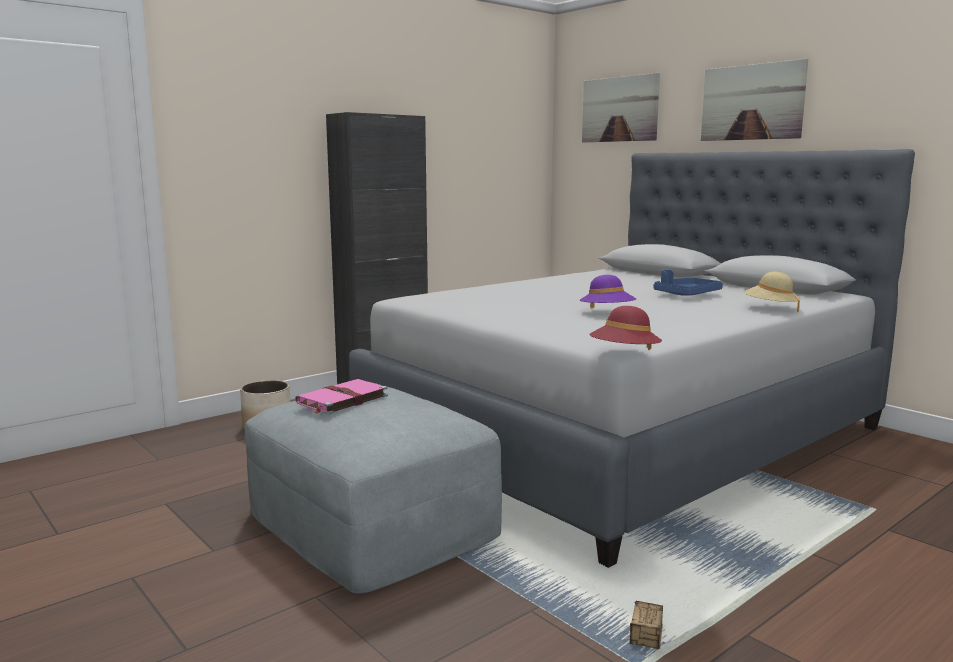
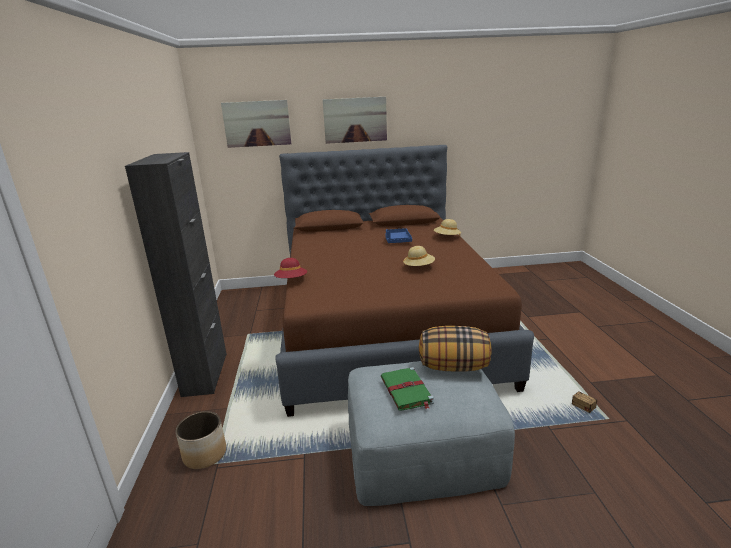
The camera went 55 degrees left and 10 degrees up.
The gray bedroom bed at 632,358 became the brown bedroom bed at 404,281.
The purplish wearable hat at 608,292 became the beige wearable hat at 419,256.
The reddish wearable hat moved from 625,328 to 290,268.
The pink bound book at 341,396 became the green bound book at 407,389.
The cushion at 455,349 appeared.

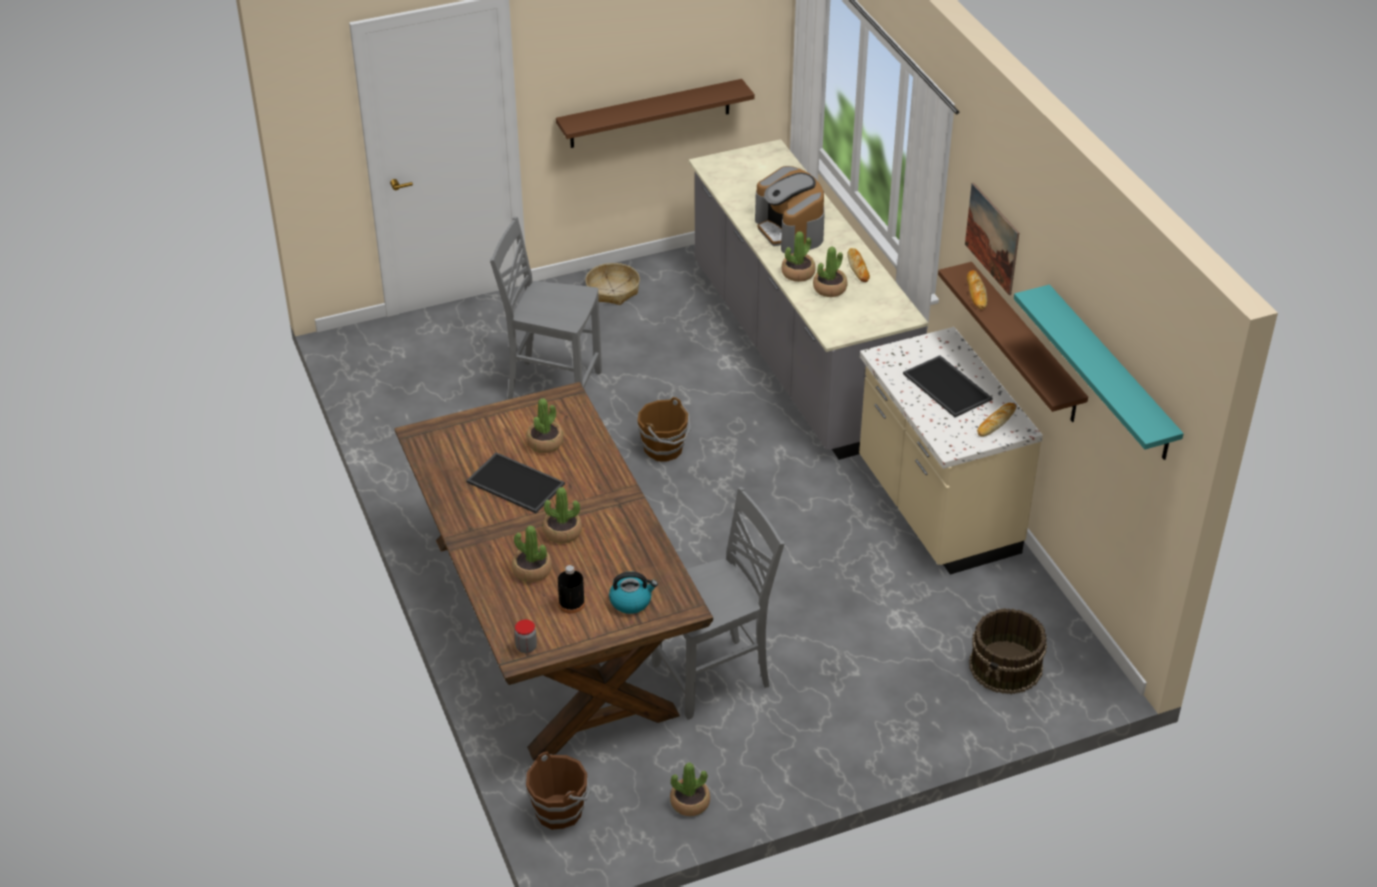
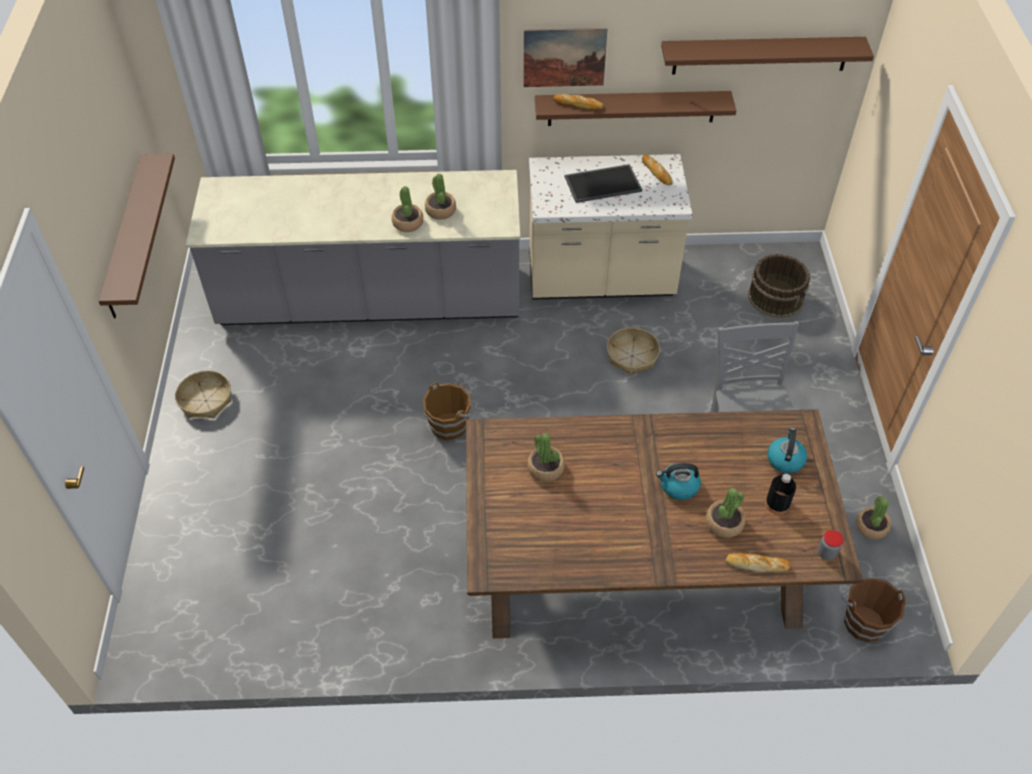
The camera went 70 degrees left and 10 degrees up.
The coffee brewer at 790,210 disappeared.
The gray plain chair at 546,308 disappeared.
The bread moved from 858,265 to 758,562.
The blue-green bracket shelf at 1099,372 became the brown bracket shelf at 767,56.
The tray at 515,482 disappeared.
The potted plant at 562,515 was replaced by the kettle at 678,481.
The household basket at 633,351 appeared.

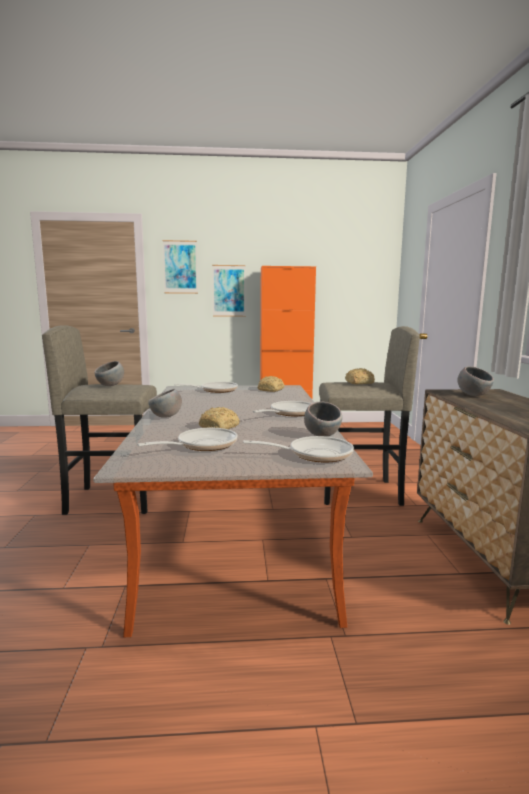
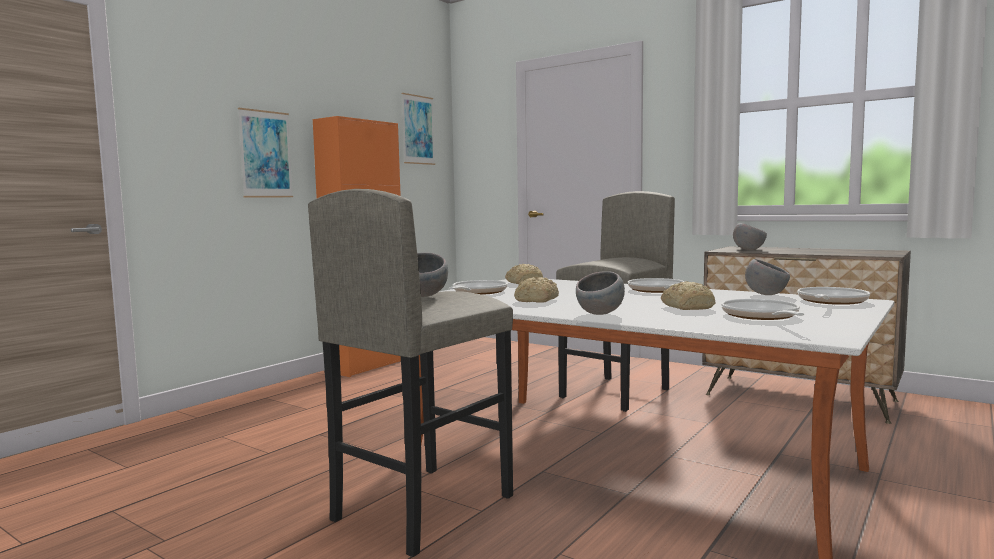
The camera went 50 degrees left and 5 degrees down.
The picture moved from 180,267 to 418,129.
The bread moved from 360,376 to 536,290.

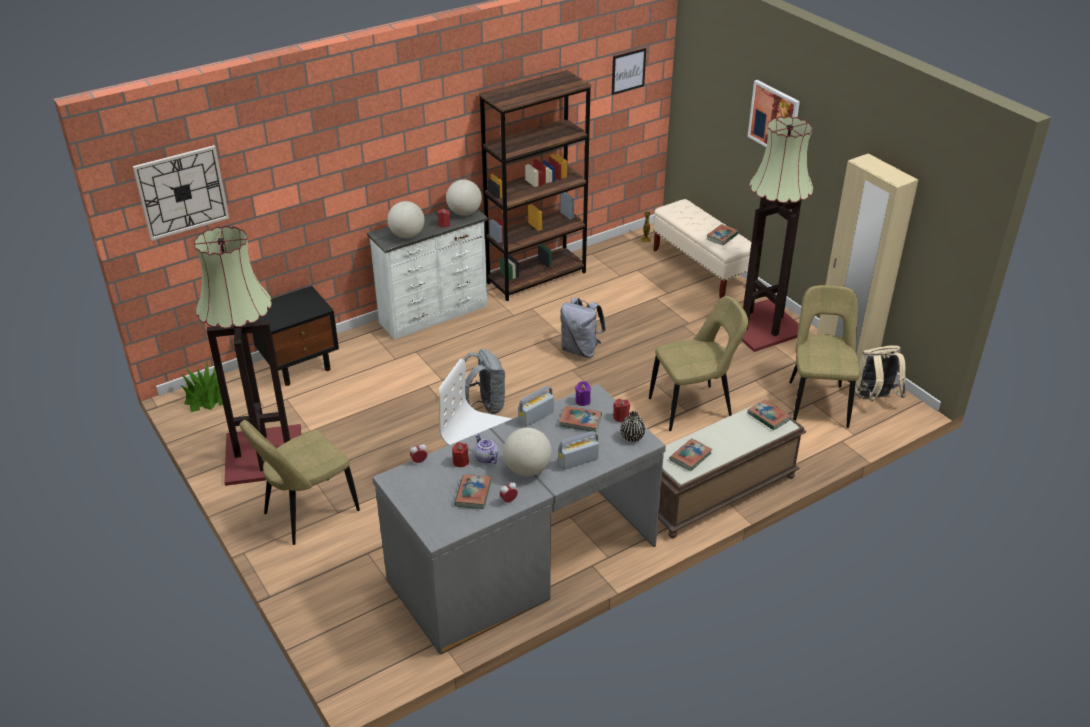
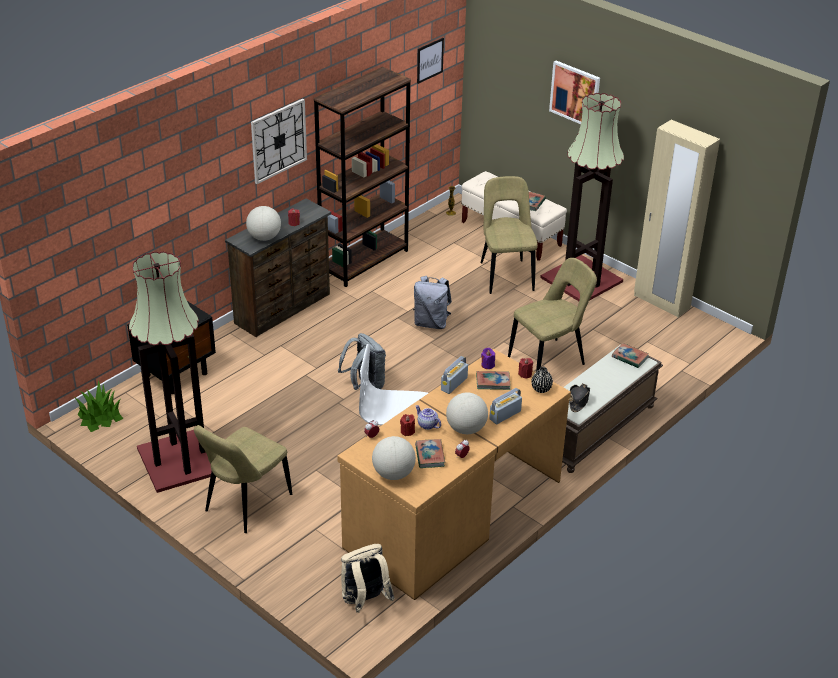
The camera went 15 degrees left and 0 degrees up.
The wall clock moved from 181,193 to 279,141.
The world globe moved from 464,198 to 394,458.
The whitish drawer chest at 427,273 became the brown drawer chest at 278,267.
The beige plain chair moved from 824,356 to 509,235.
The beige rucksack moved from 880,373 to 368,578.
The gray desk unit at 519,519 became the brown desk unit at 454,474.
The bound book at 690,454 was replaced by the black-coloured wearable hat at 579,398.

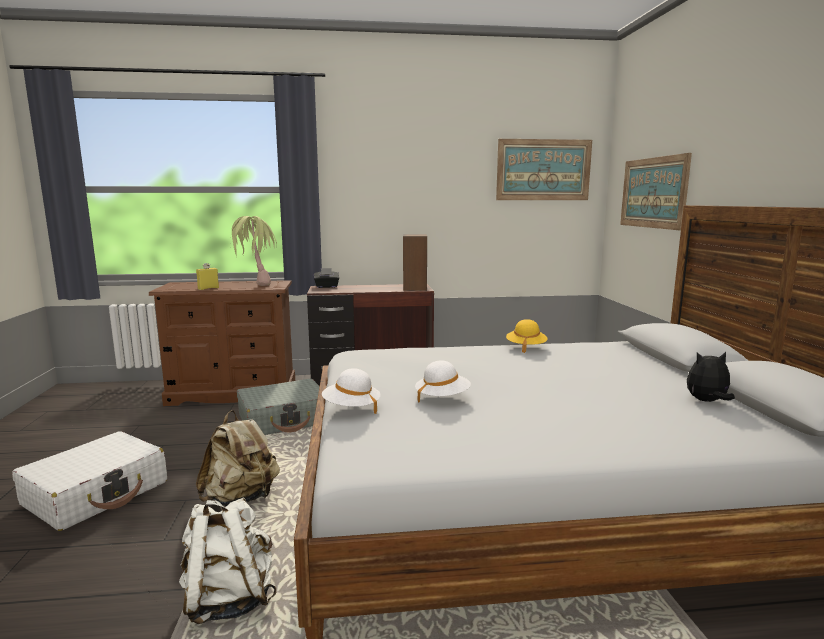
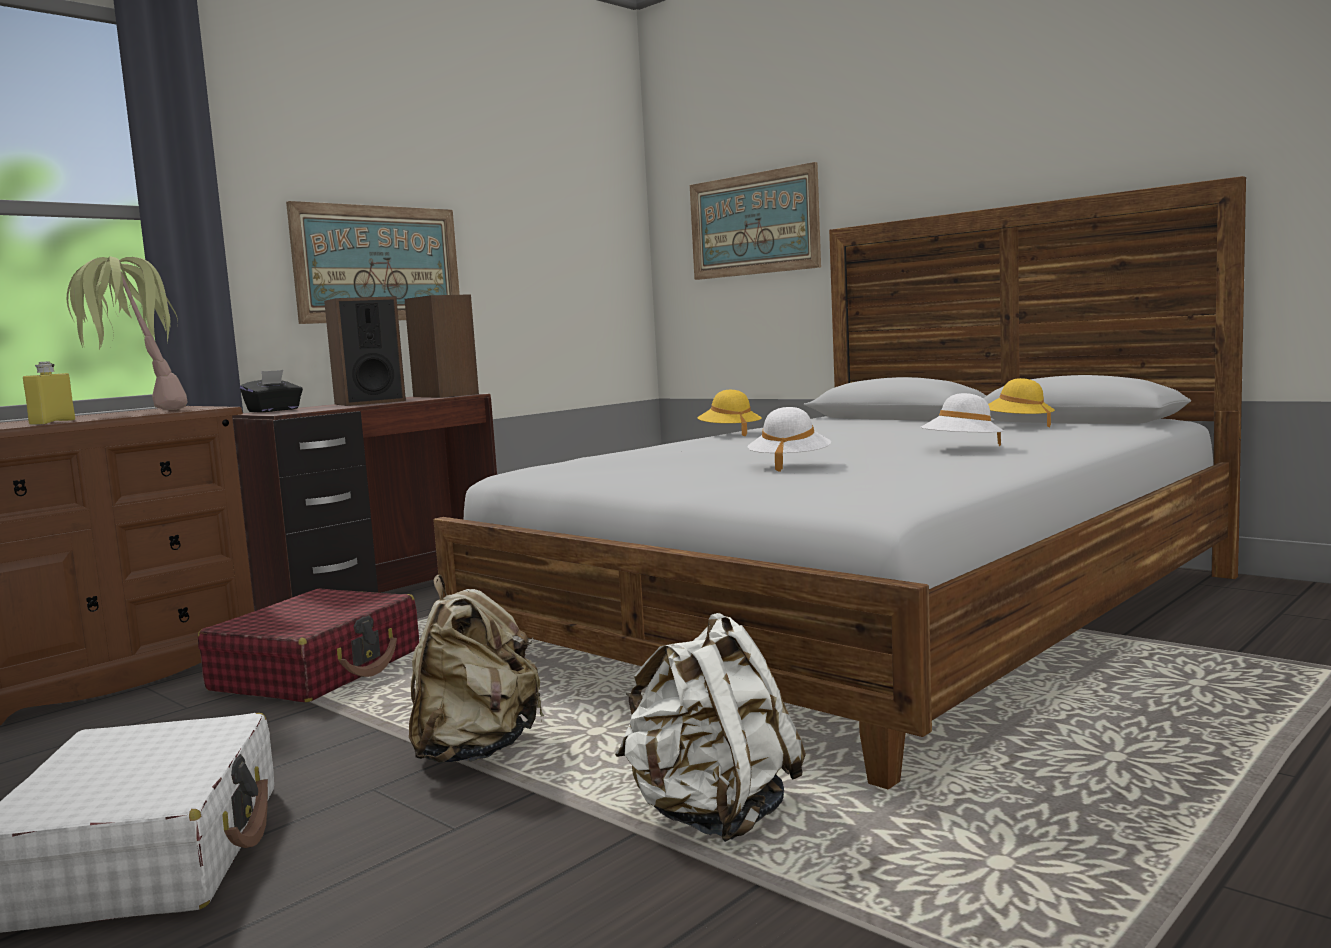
The camera went 40 degrees left and 5 degrees down.
The picture moved from 544,169 to 373,262.
The soft toy at 711,377 was replaced by the yellow-coloured wearable hat at 1021,402.
The whitish wearable hat moved from 351,391 to 962,419.
The gray travel case at 278,407 became the reddish travel case at 308,645.
The audio speaker at 365,351 appeared.

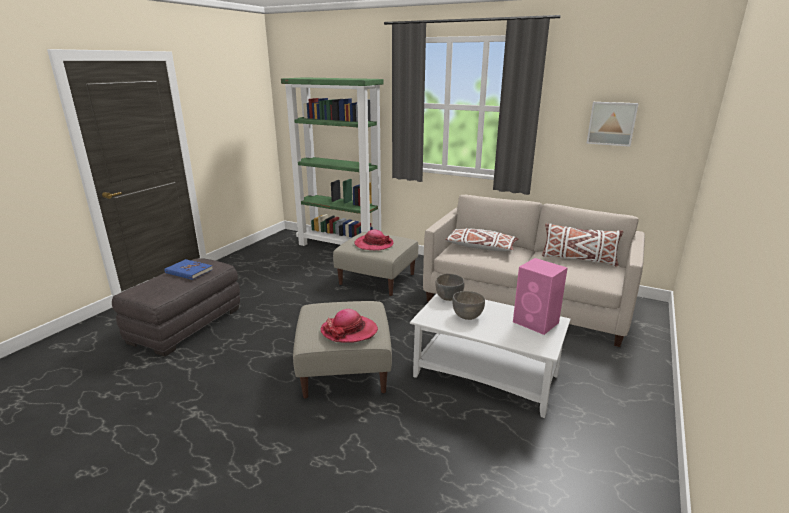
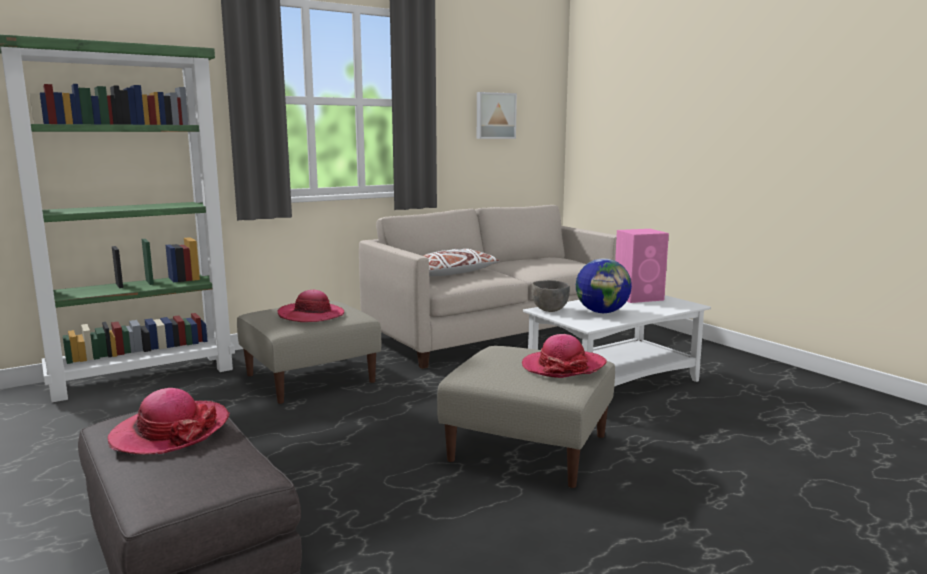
The camera went 60 degrees left and 10 degrees down.
The whitish cushion at 582,245 disappeared.
The blue-coloured bound book at 188,269 was replaced by the wearable hat at 169,421.
The gray deep dish at 468,305 was replaced by the world globe at 604,285.

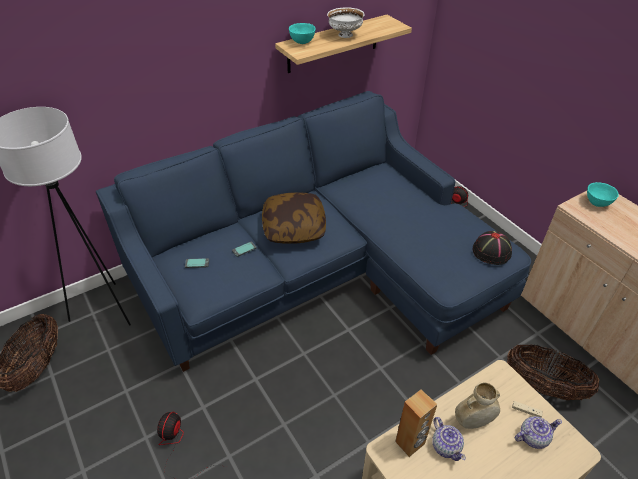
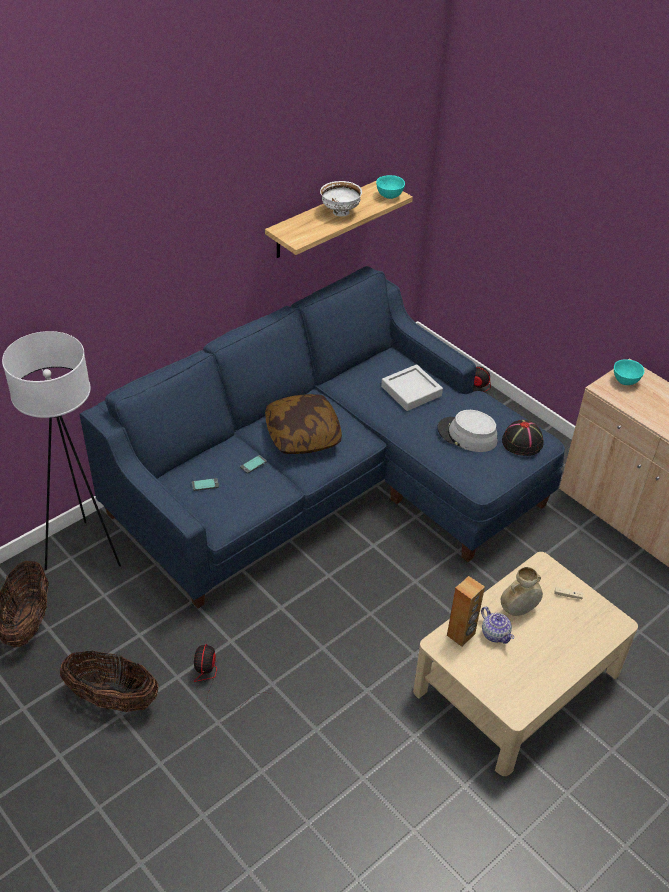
The camera went 10 degrees left and 0 degrees up.
The blue-green deep dish moved from 302,33 to 390,187.
The household basket moved from 553,372 to 109,681.
The tea pot at 538,432 disappeared.
The gray tray at 412,387 appeared.
The gray wearable hat at 468,431 appeared.

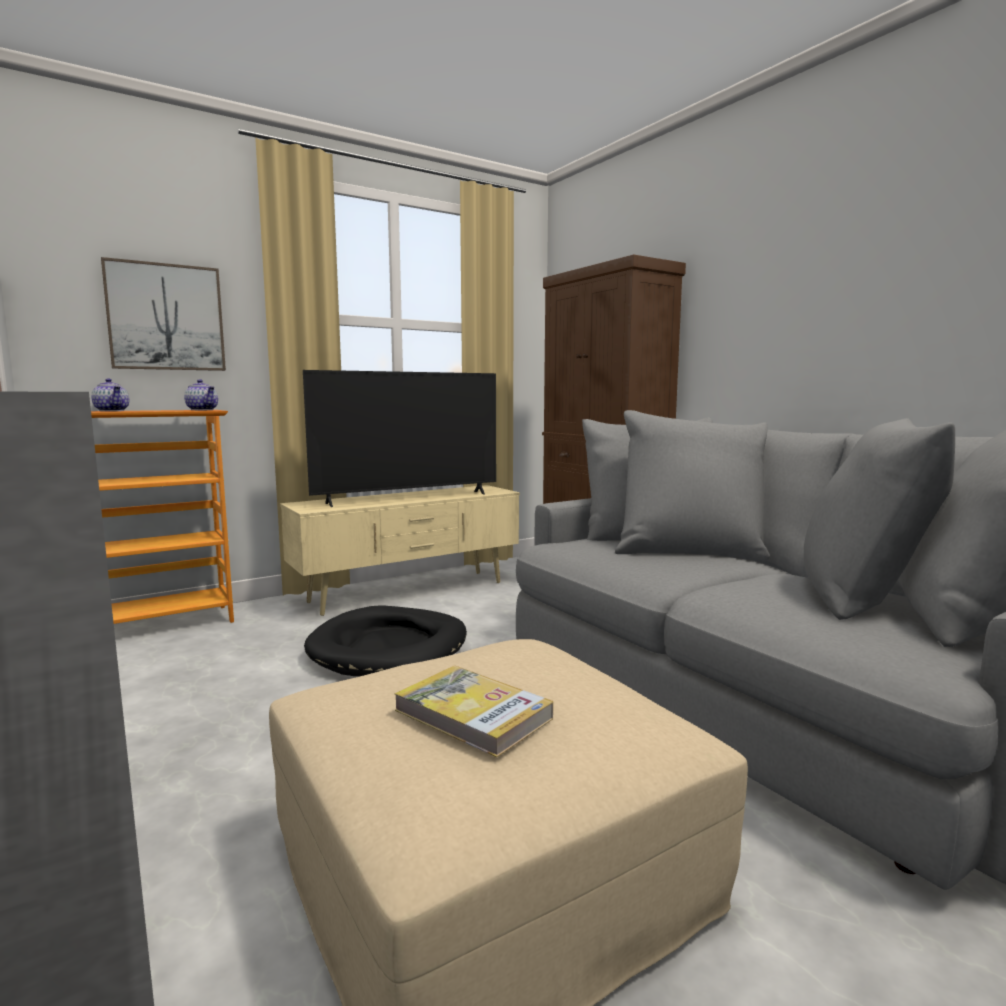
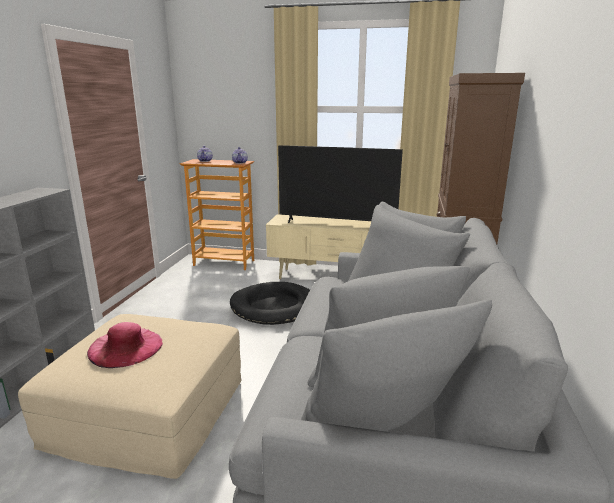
The camera went 45 degrees right and 10 degrees up.
The picture at 163,314 disappeared.
The bound book at 473,711 was replaced by the pink wearable hat at 125,345.

